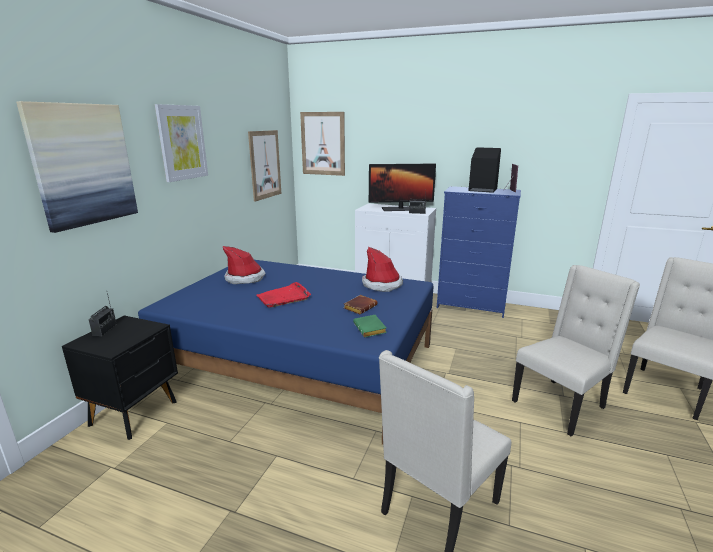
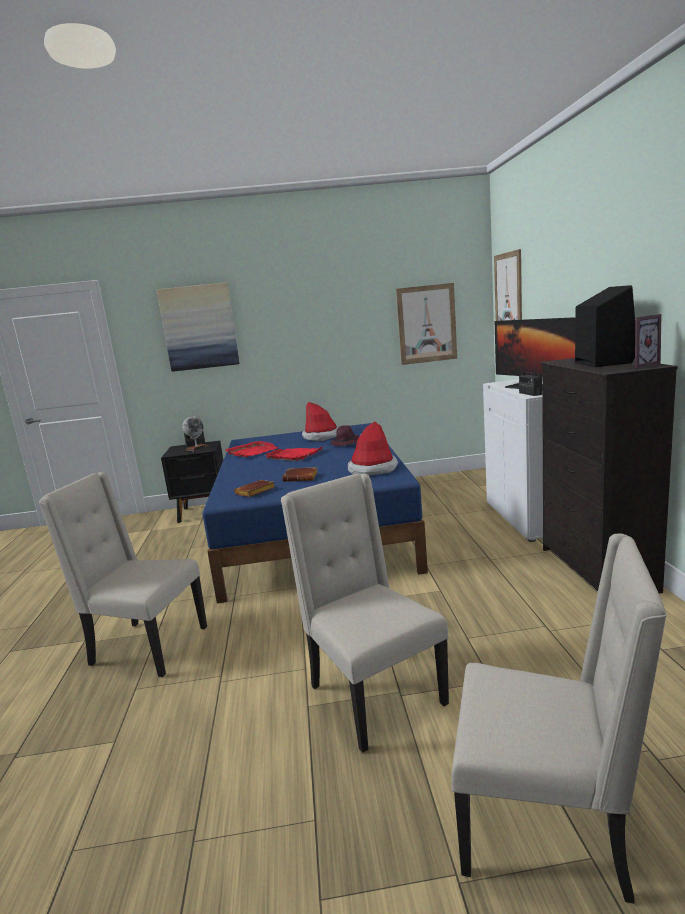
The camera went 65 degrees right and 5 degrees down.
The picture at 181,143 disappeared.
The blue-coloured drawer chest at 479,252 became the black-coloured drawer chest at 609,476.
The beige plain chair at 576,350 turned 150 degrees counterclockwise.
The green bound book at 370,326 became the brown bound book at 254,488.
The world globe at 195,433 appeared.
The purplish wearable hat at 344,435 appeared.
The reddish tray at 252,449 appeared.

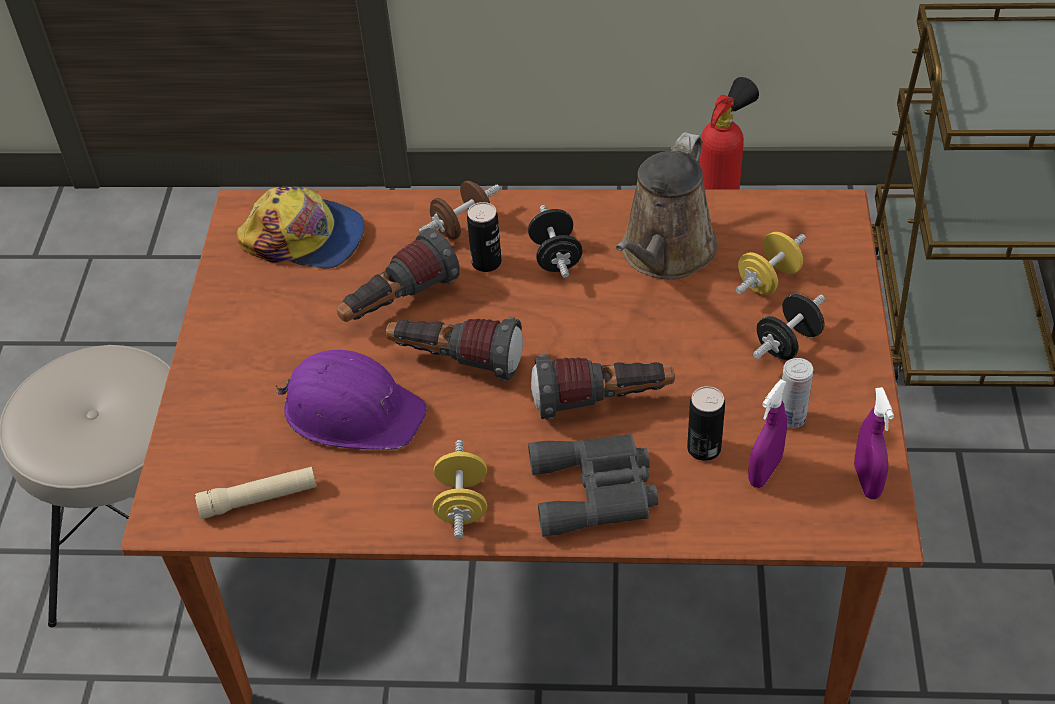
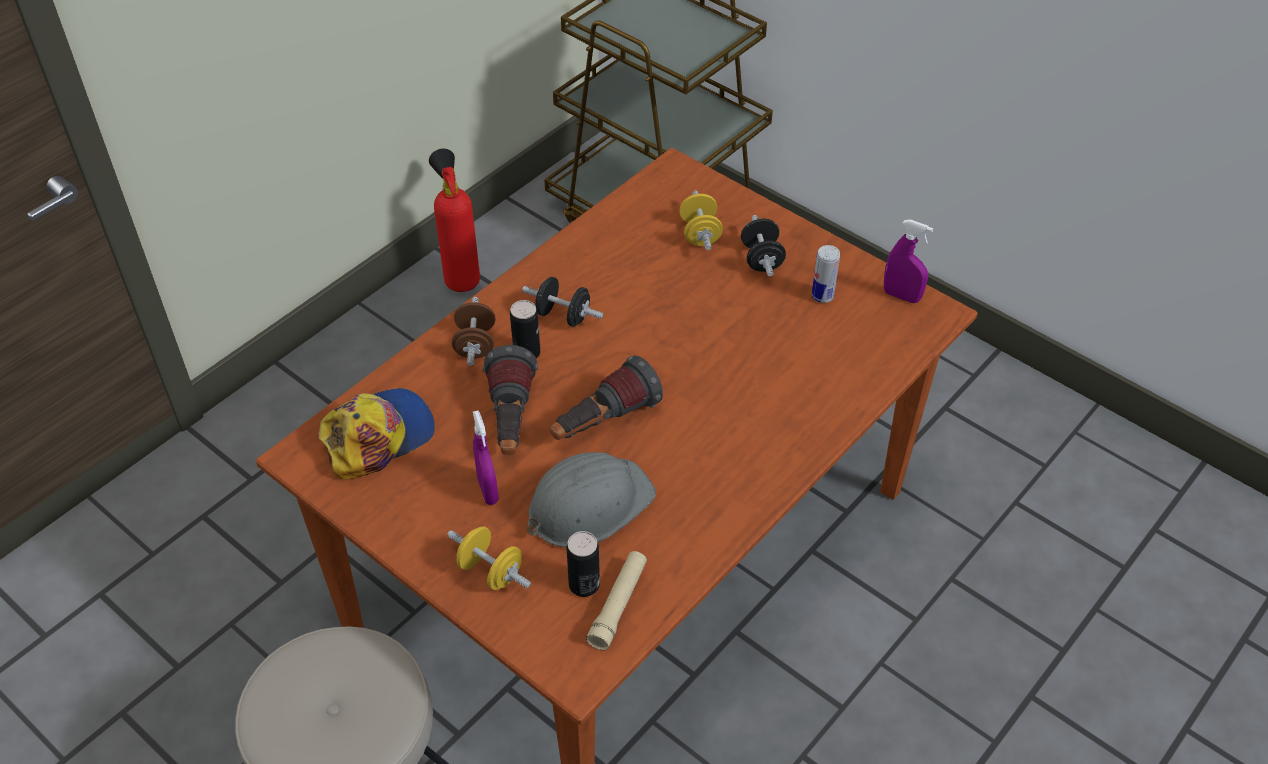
The camera went 55 degrees left and 0 degrees up.
The brown sprinkling can at 666,205 disappeared.
The purplish safety helmet at 351,400 became the gray safety helmet at 591,500.
The torch at 603,387 disappeared.
The purplish hand sprayer moved from 767,433 to 486,457.
The can moved from 706,423 to 583,564.
The gray field glasses at 593,485 disappeared.
The yellow-coloured free weight moved from 460,489 to 489,558.

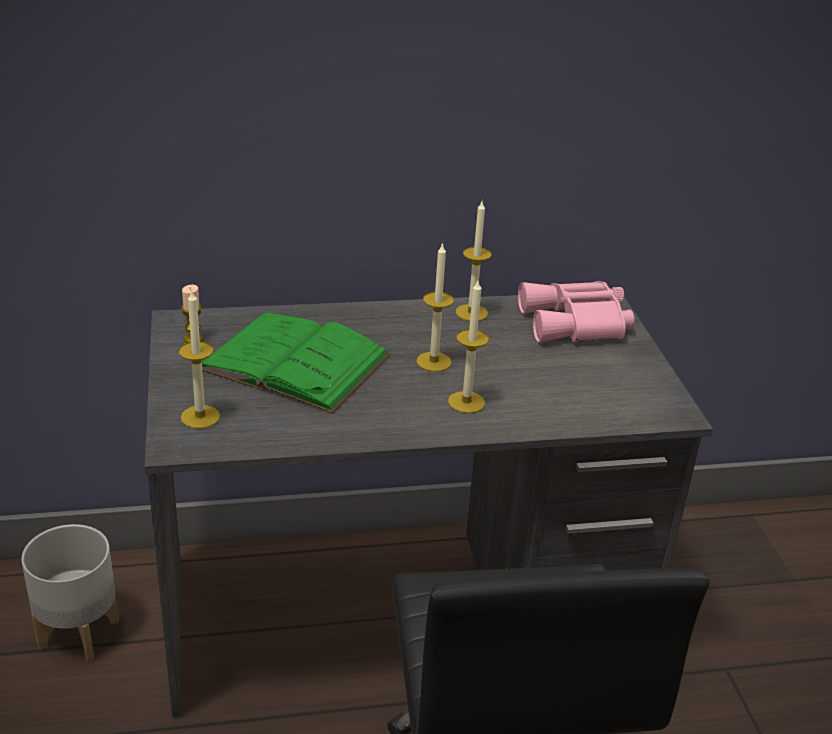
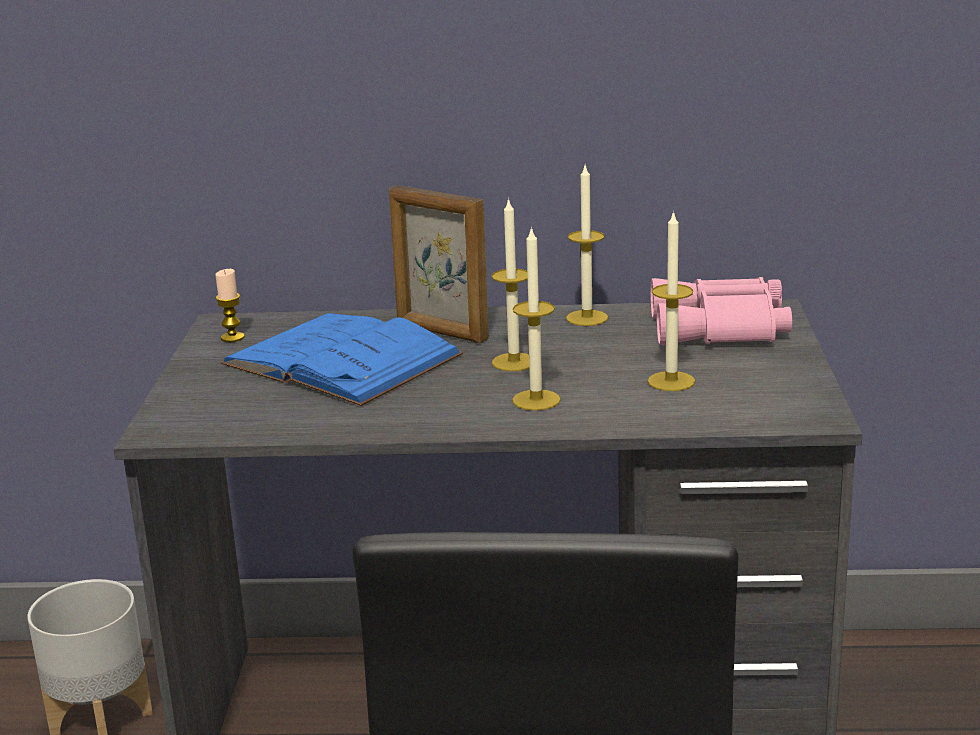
The camera went 15 degrees right and 10 degrees down.
The candle moved from 199,360 to 671,300.
The green bound book at 296,362 became the blue-coloured bound book at 342,359.
The standing frame at 438,264 appeared.

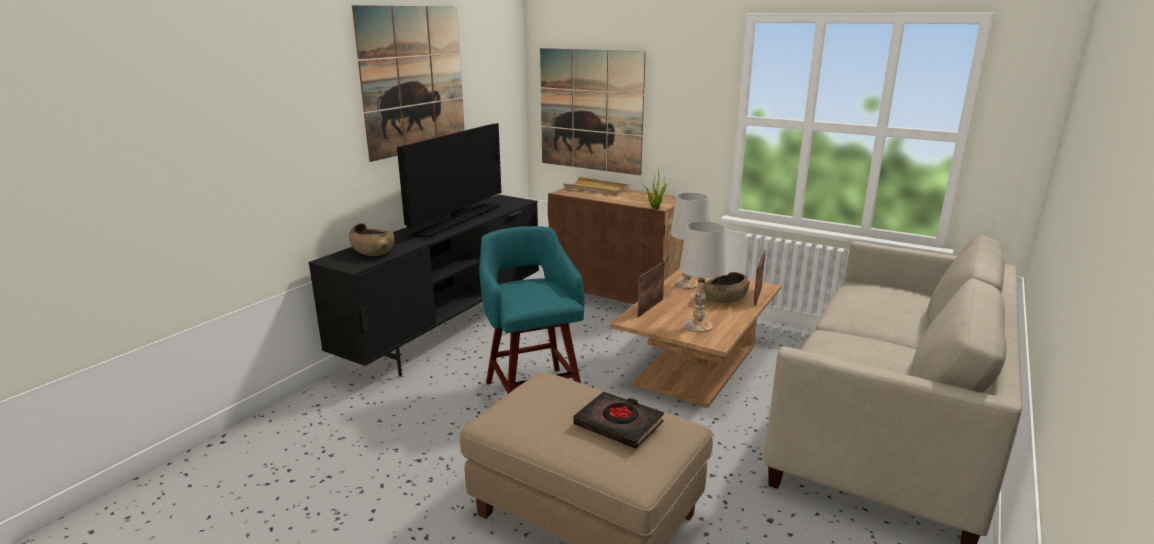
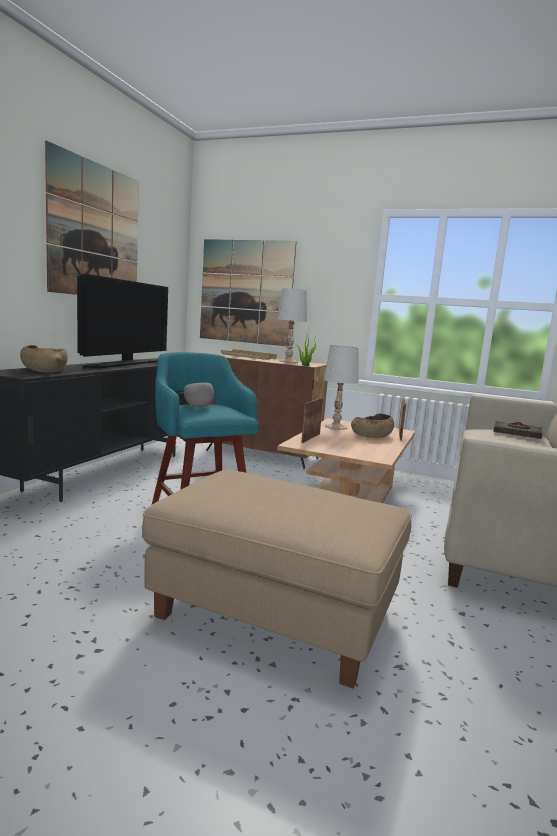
The camera went 10 degrees left and 10 degrees down.
The whitish table lamp moved from 702,276 to 292,326.
The black-coloured bound book moved from 619,420 to 518,430.
The gray deep dish at 199,395 appeared.

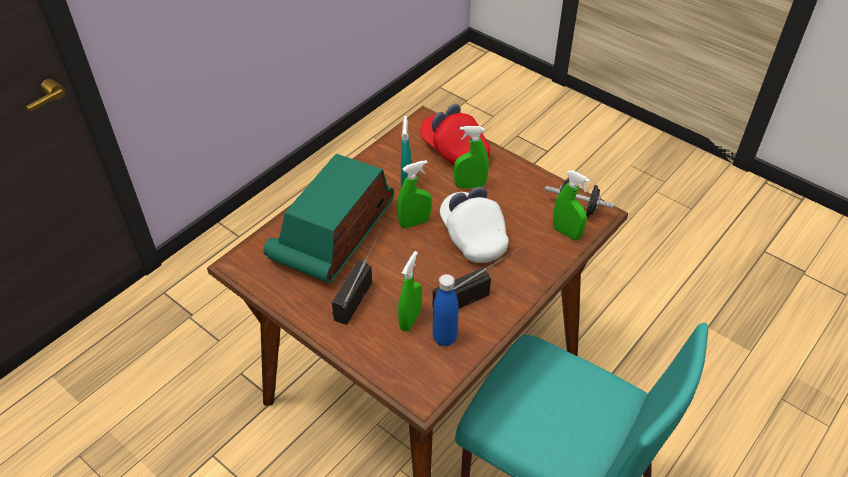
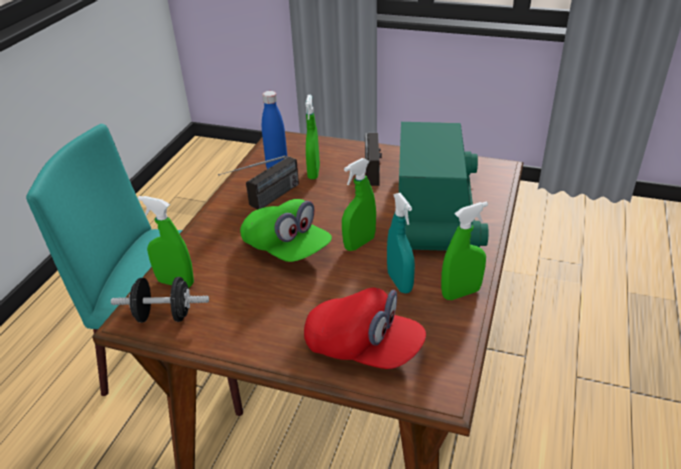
The camera went 160 degrees right and 10 degrees down.
The green hand sprayer moved from 471,157 to 464,251.
The whitish cap at 474,225 became the green cap at 286,230.

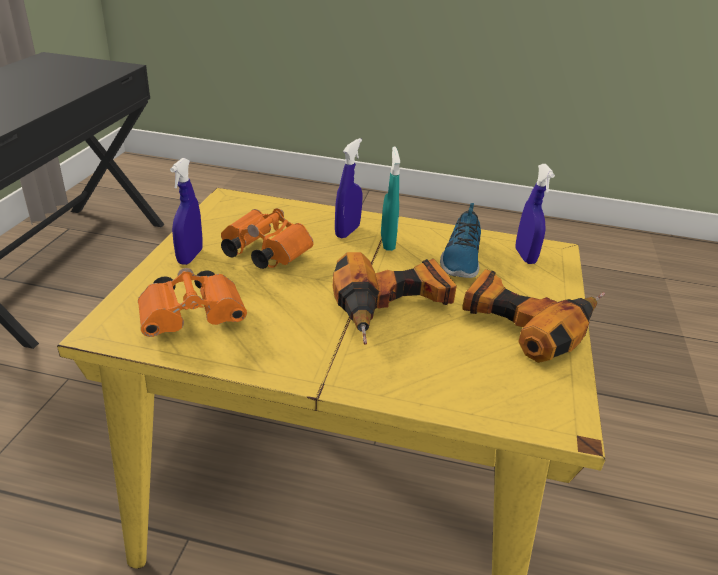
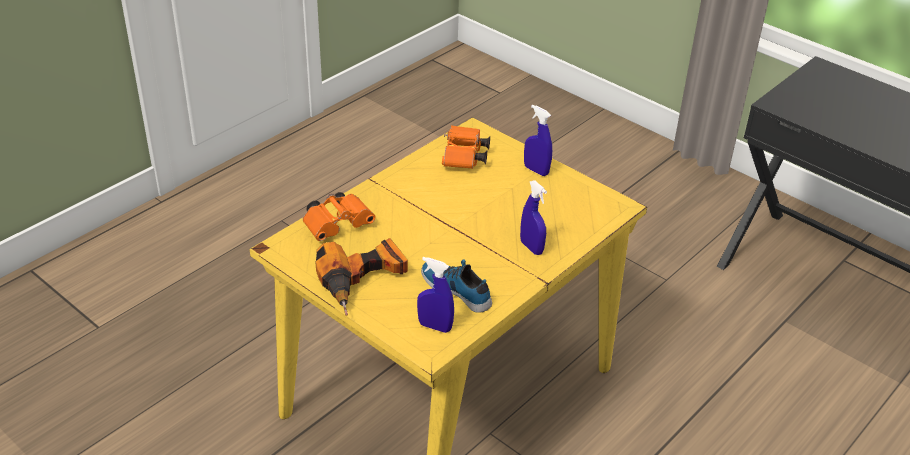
The camera went 120 degrees right and 5 degrees up.
The blue-green hand sprayer at 390,199 disappeared.
The orangey field glasses moved from 267,238 to 339,216.
The electric drill at 395,298 disappeared.

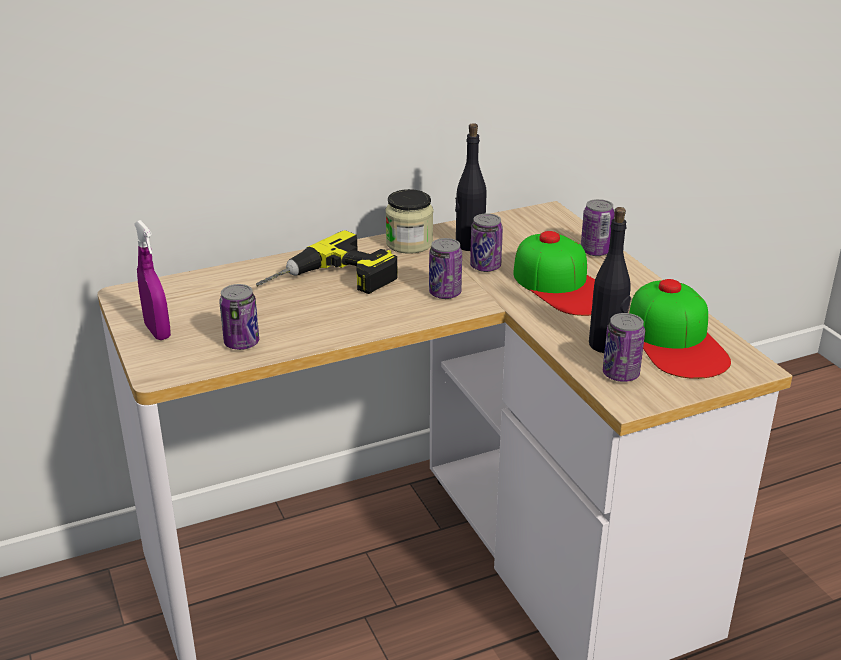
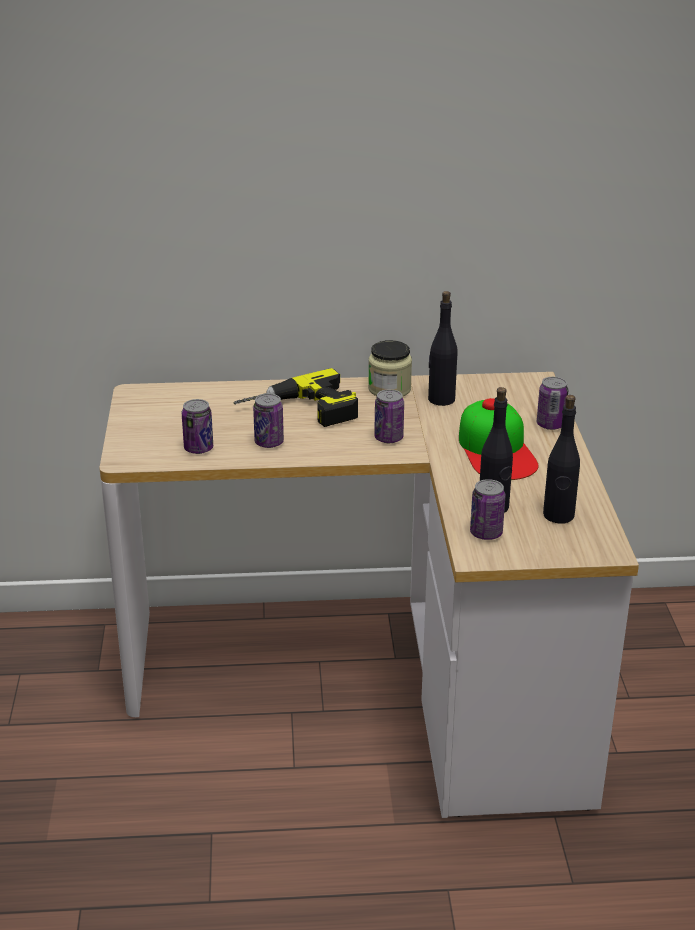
The camera went 20 degrees right and 0 degrees up.
The can moved from 486,243 to 268,421.
The purplish hand sprayer at 152,280 disappeared.
The cap at 680,329 was replaced by the black-coloured beverage bottle at 561,459.

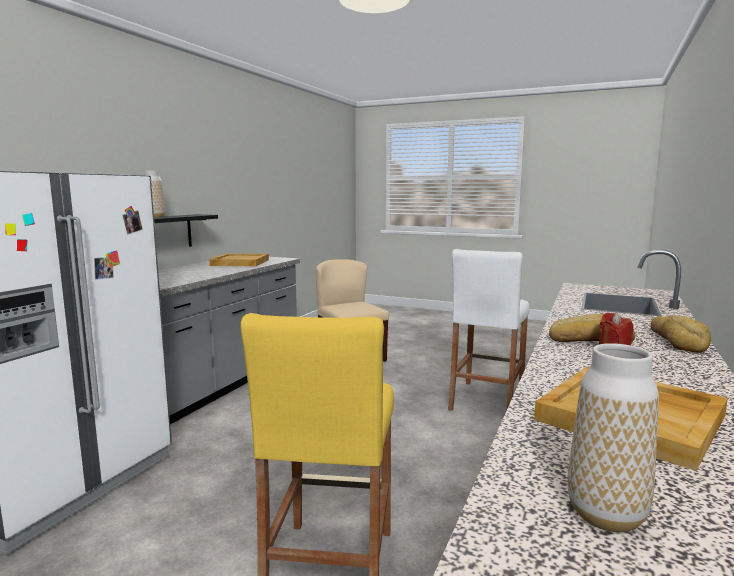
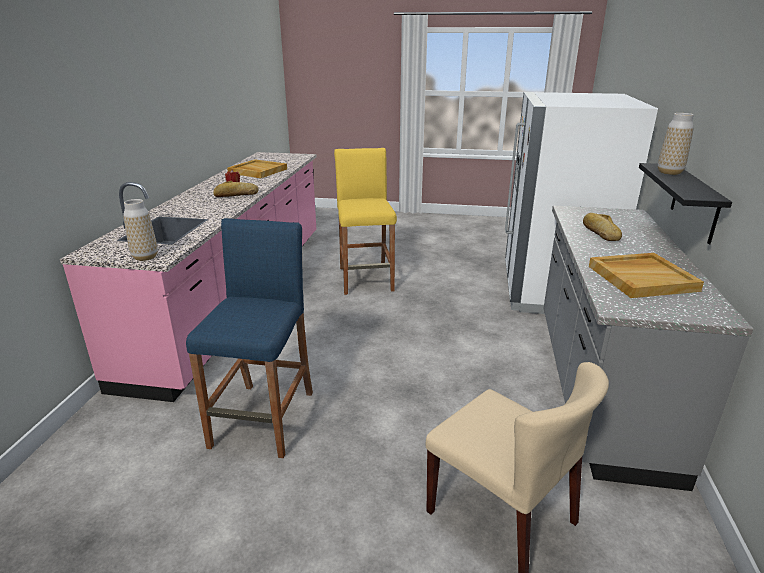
The camera went 165 degrees right and 15 degrees up.
The whitish stool at 489,330 became the blue-coloured stool at 249,338.
The bread moved from 680,334 to 602,227.
The vase moved from 613,437 to 140,230.

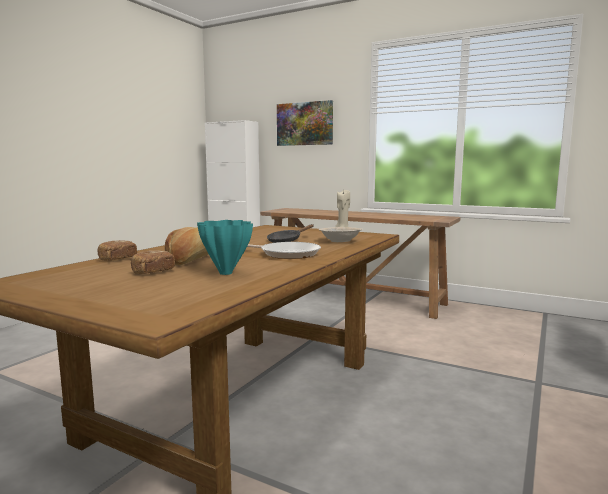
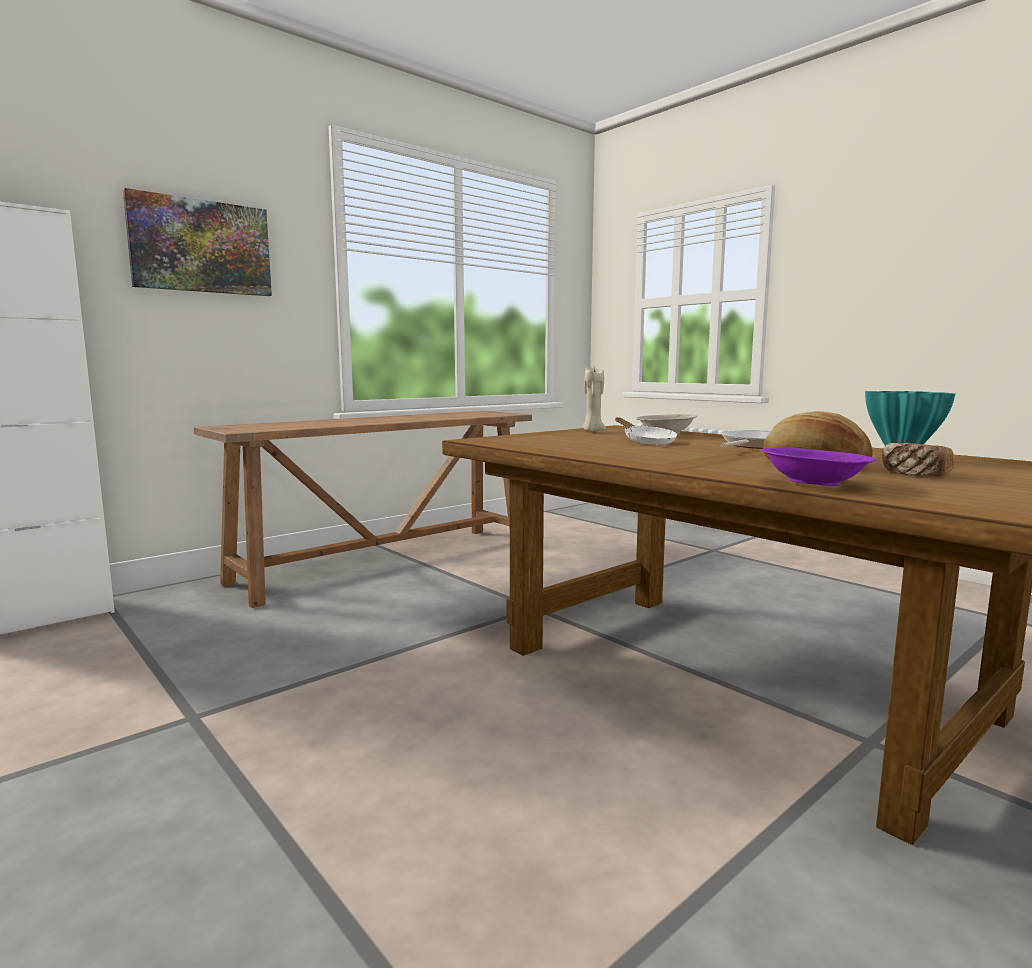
The camera went 70 degrees left and 0 degrees up.
The black-coloured pan at 290,233 became the whitish pan at 646,431.
The bread at 117,250 was replaced by the purplish deep dish at 818,466.

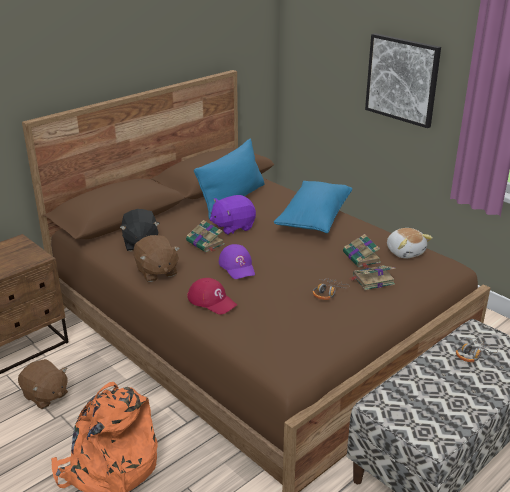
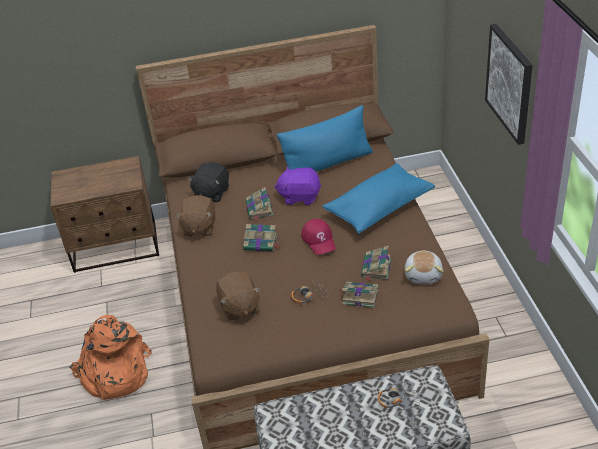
The camera went 35 degrees right and 10 degrees up.
The purplish cap at 237,261 was replaced by the bound book at 261,238.
The reddish cap moved from 212,296 to 318,237.
The brown soft toy moved from 43,384 to 238,296.

